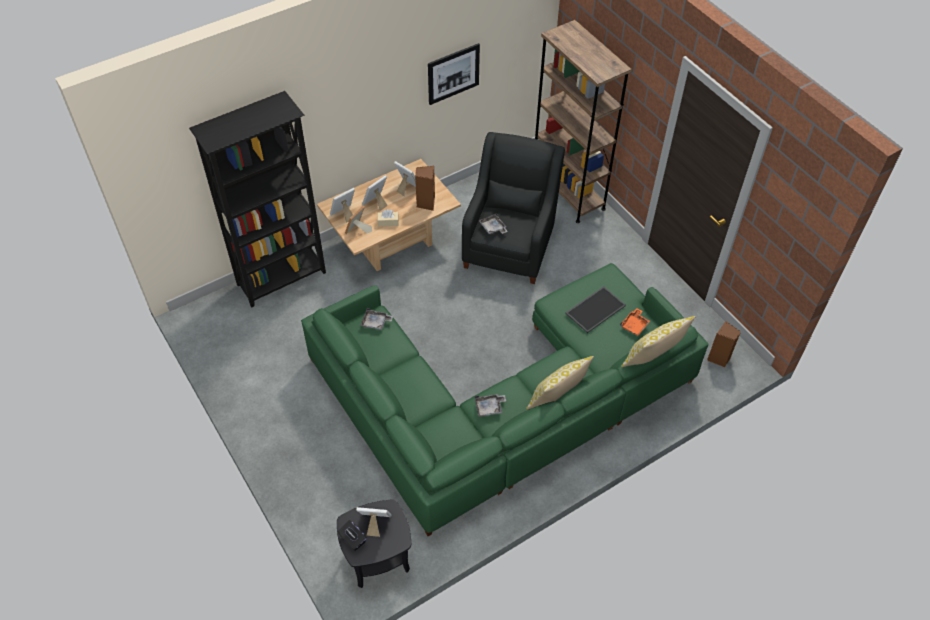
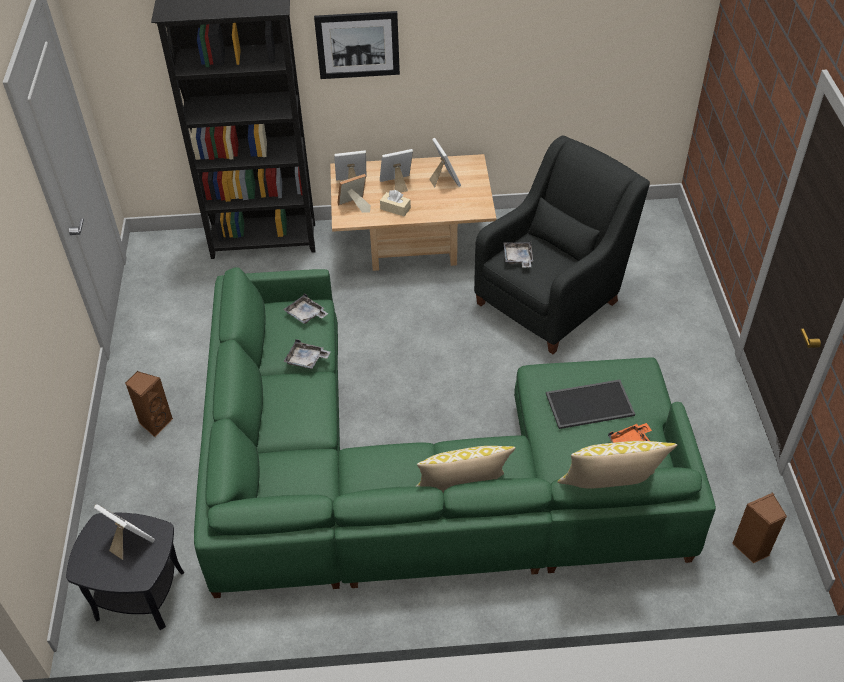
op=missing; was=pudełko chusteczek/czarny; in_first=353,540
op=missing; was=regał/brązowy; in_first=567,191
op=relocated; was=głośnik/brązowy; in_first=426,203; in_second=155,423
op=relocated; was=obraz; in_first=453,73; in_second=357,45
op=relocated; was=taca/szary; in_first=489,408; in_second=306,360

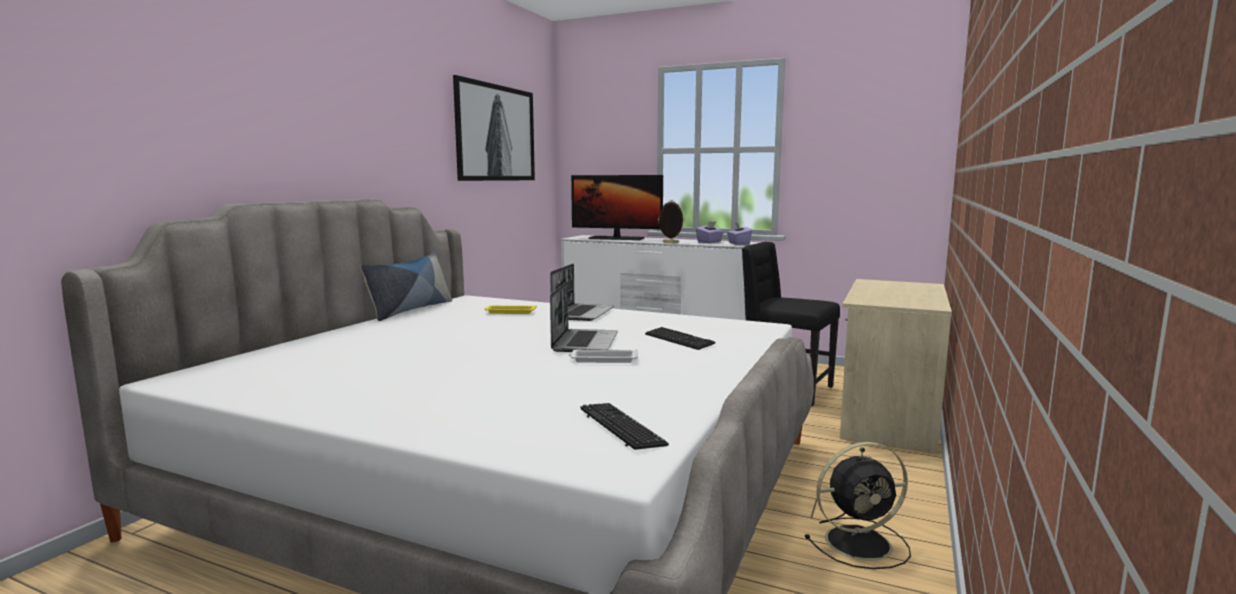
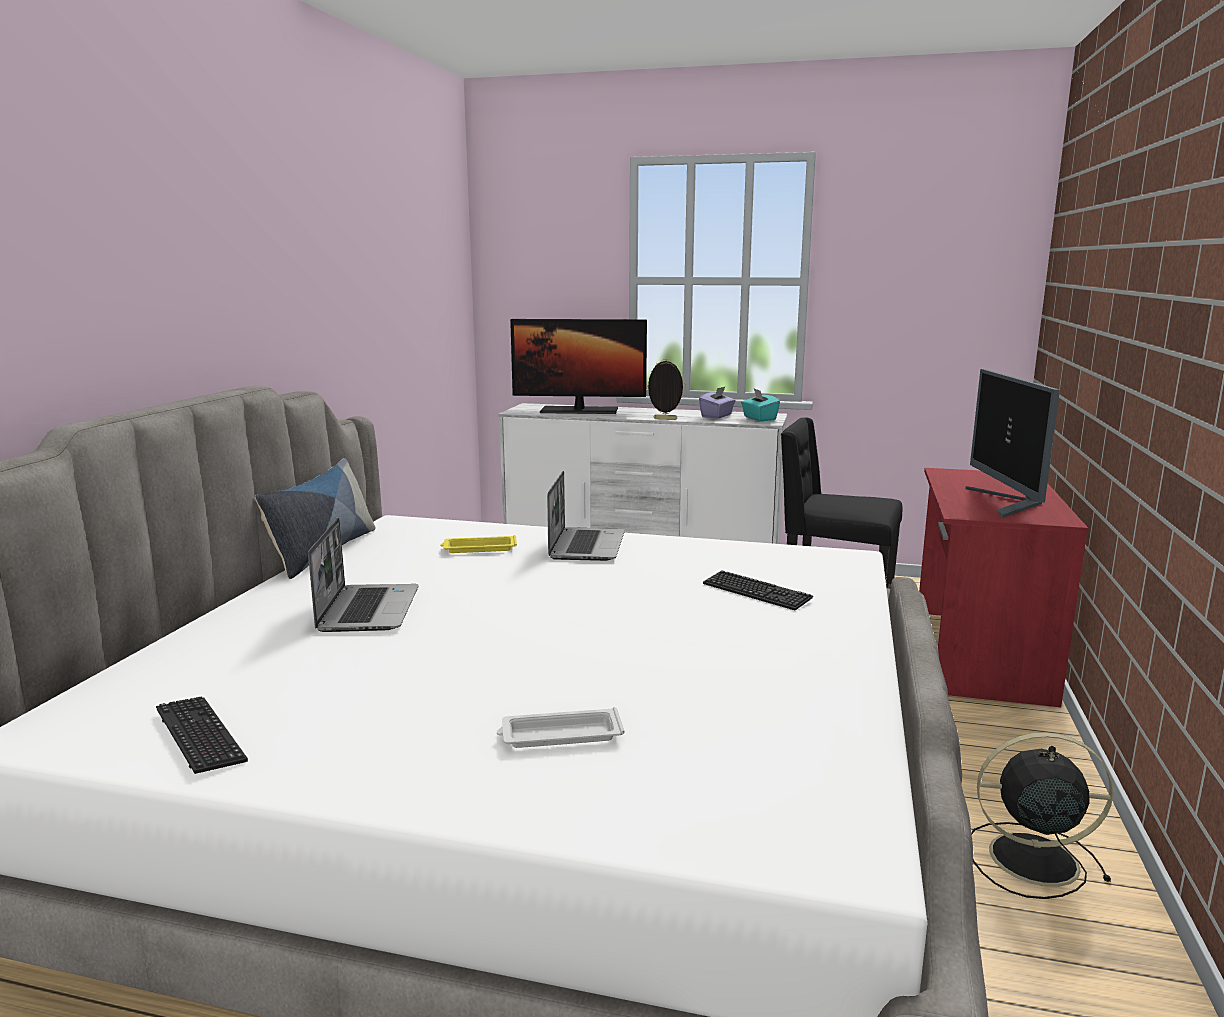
op=missing; was=obraz; in_first=495,133
op=appeared; now=monitor; in_second=1007,503
op=relocated; was=laptop; in_first=584,342; in_second=368,609
op=relocated; was=taca/biały; in_first=603,360; in_second=559,735
op=relocated; was=klawiatura; in_first=621,428; in_second=200,736
op=colour; was=pudełko chusteczek/fioletowy; now=pudełko chusteczek/turkusowy; in_first=738,244; in_second=759,419
op=colour; was=biurko/beżowy; now=biurko/czerwony; in_first=887,416; in_second=977,654
op=spun; was=wentylator/czarny; in_first=861,542; in_second=1029,859; clockwise=-150

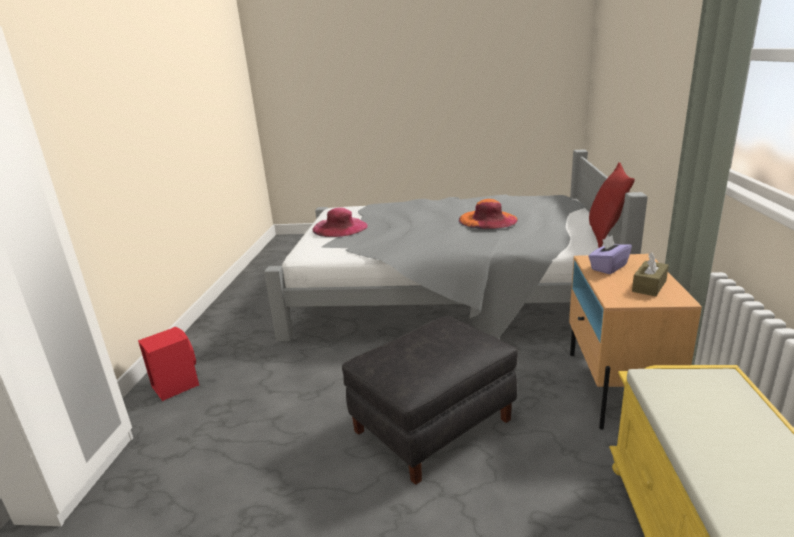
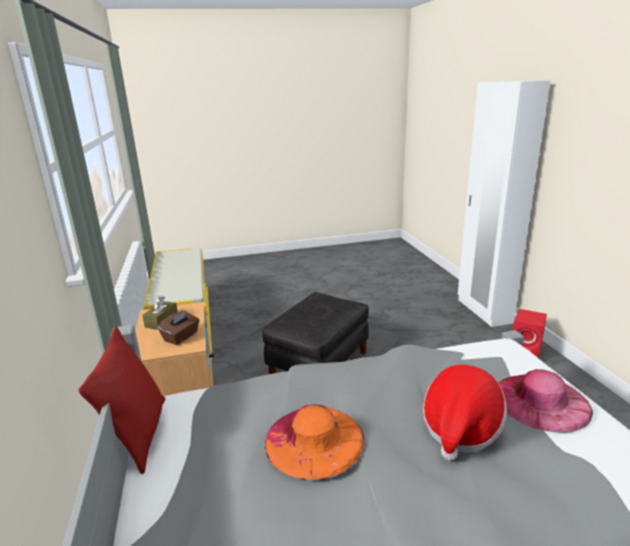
op=appeared; now=kapelusz; in_second=460,428
op=colour; was=pudełko chusteczek/fioletowy; now=pudełko chusteczek/brązowy; in_first=608,267; in_second=181,337

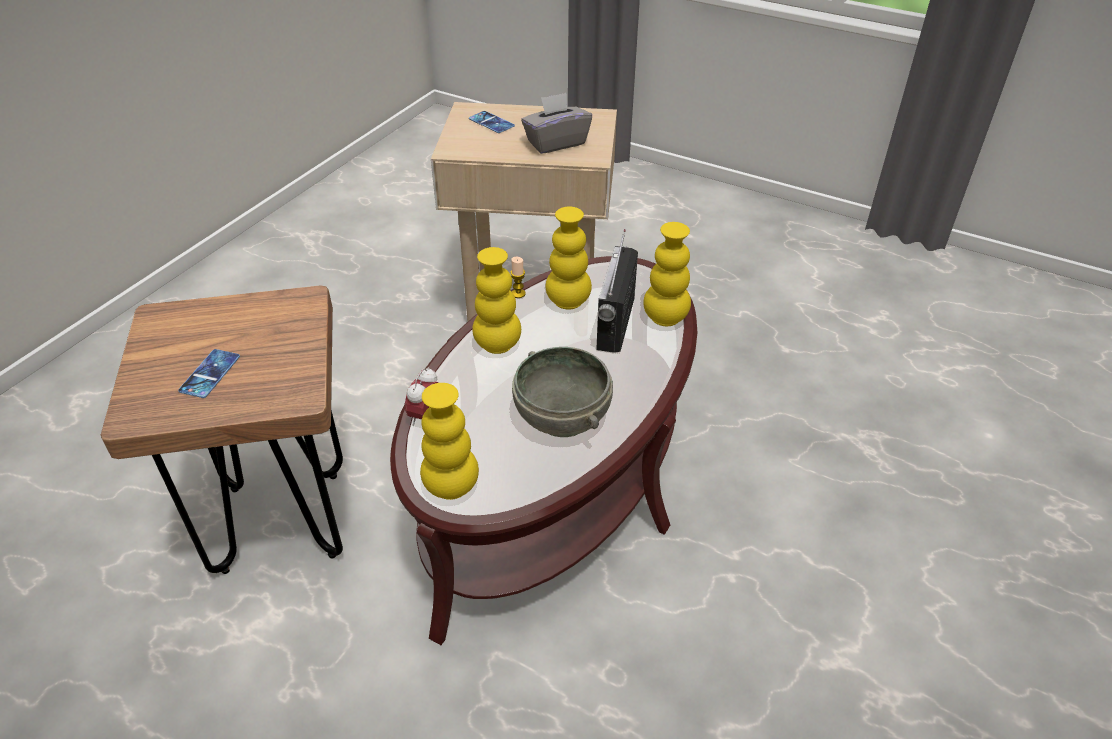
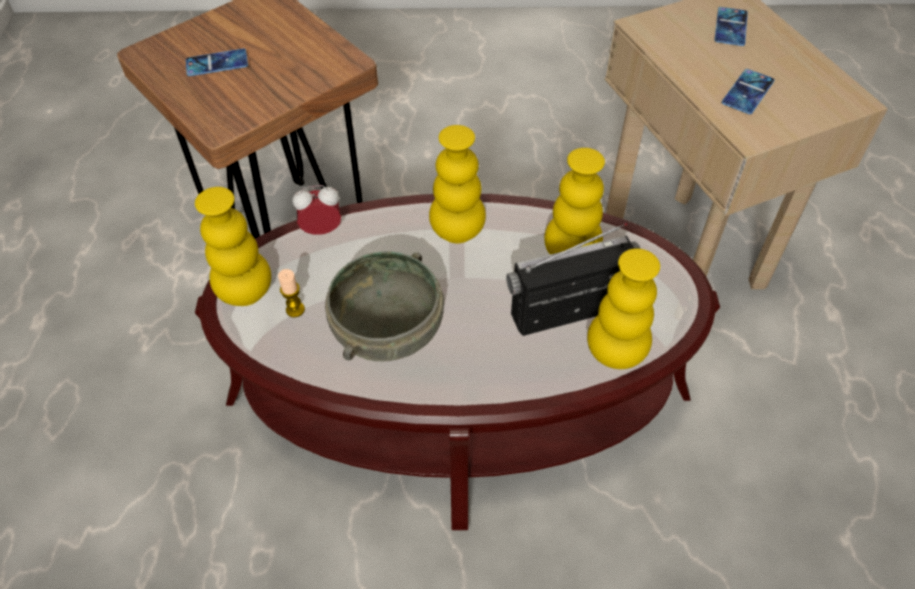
op=relocated; was=świeca; in_first=518,293; in_second=295,309
op=exchanged; was=pudełko chusteczek/szary; now=telefon; in_first=556,143; in_second=748,92

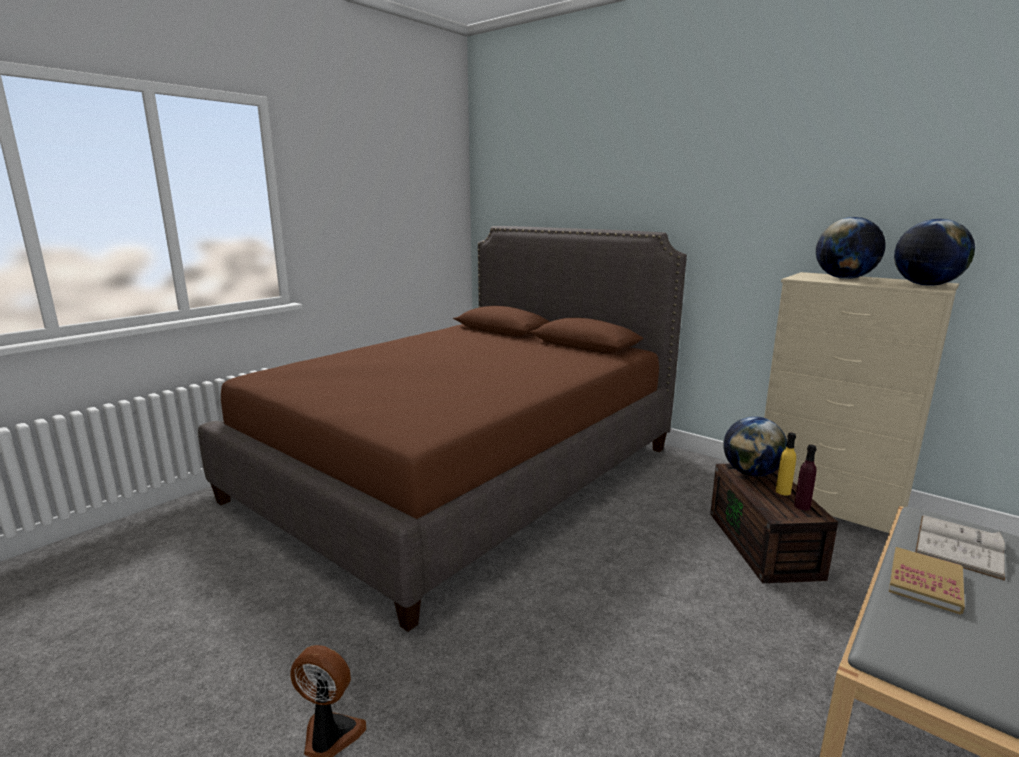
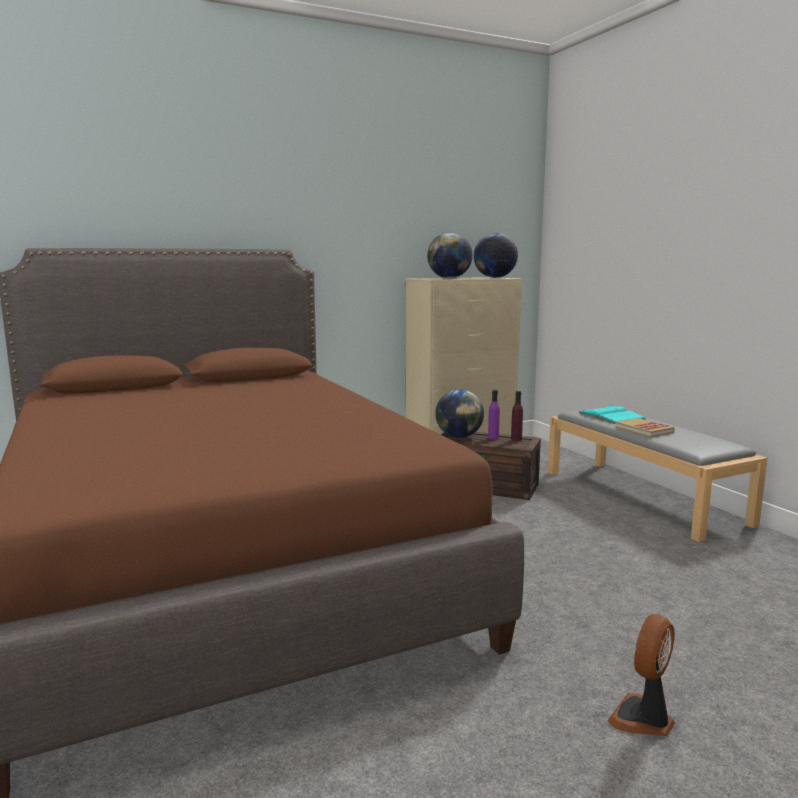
op=colour; was=butelka/żółty; now=butelka/fioletowy; in_first=783,492; in_second=493,437
op=colour; was=książka/biały; now=książka/turkusowy; in_first=959,545; in_second=611,416

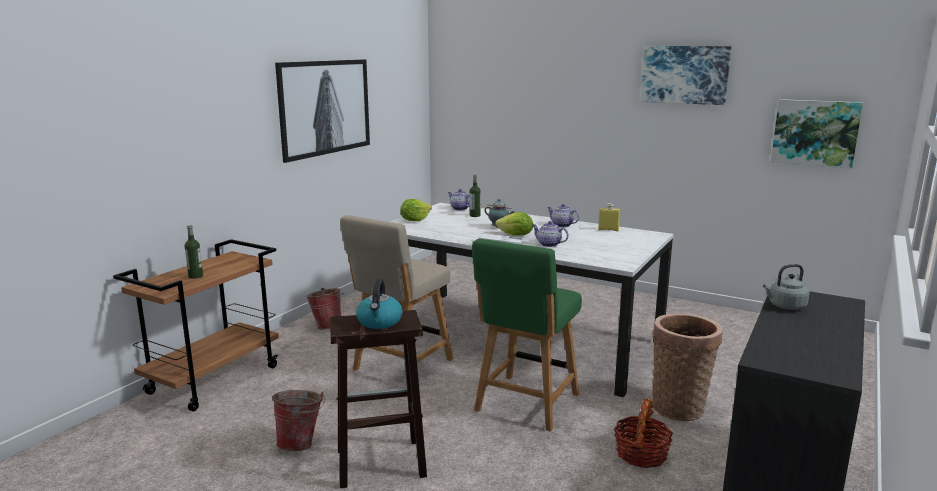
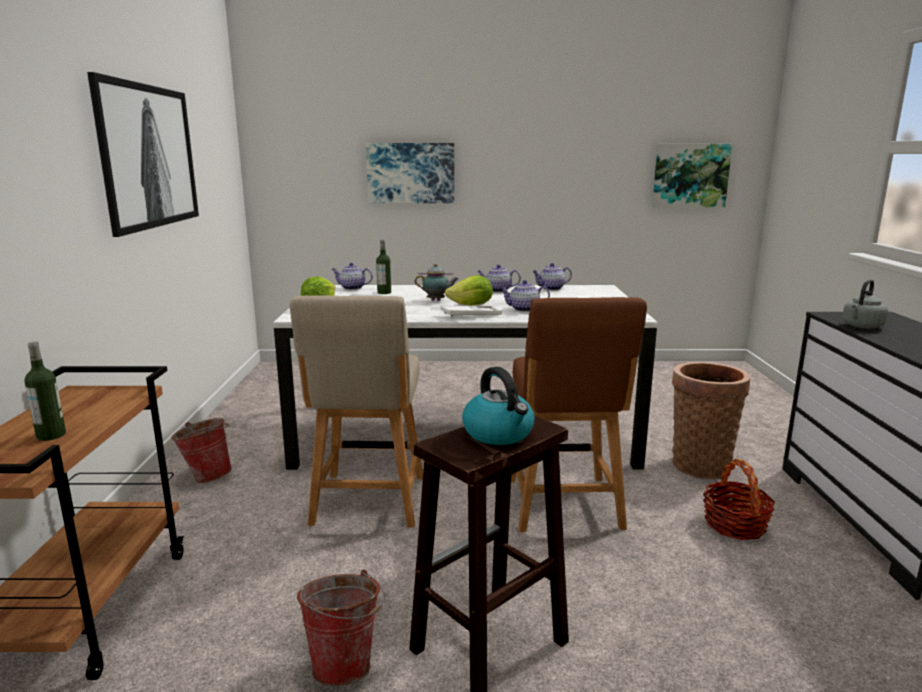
op=relocated; was=obraz; in_first=685,74; in_second=411,173
op=exchanged; was=butelka/żółty; now=imbryk; in_first=608,230; in_second=551,288
op=colour; was=krzesło/zielony; now=krzesło/brązowy; in_first=525,404; in_second=564,507

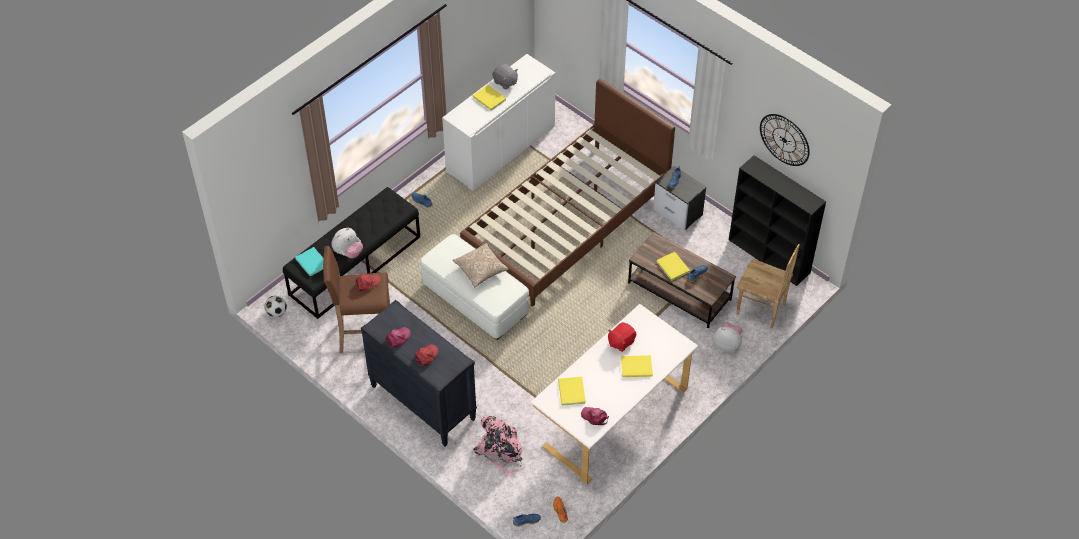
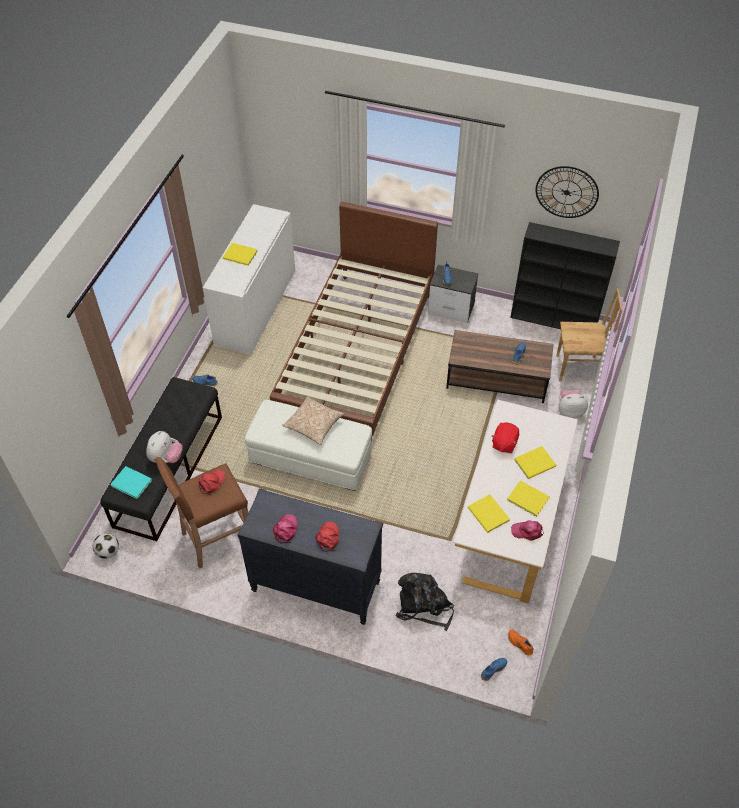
op=missing; was=pluszak/szary; in_first=505,82
op=relocated; was=książka/żółty; in_first=673,266; in_second=527,498
op=colour; was=plecak/różowy; now=plecak/czarny; in_first=500,451; in_second=424,605

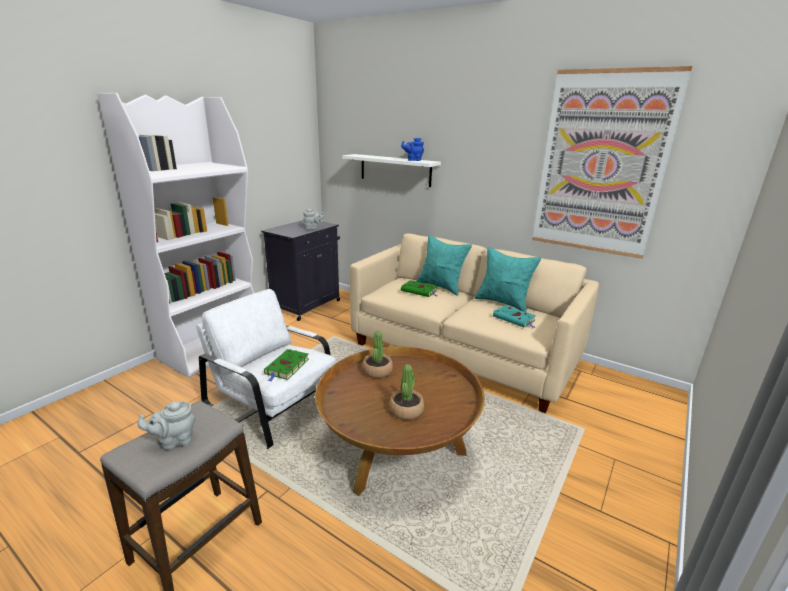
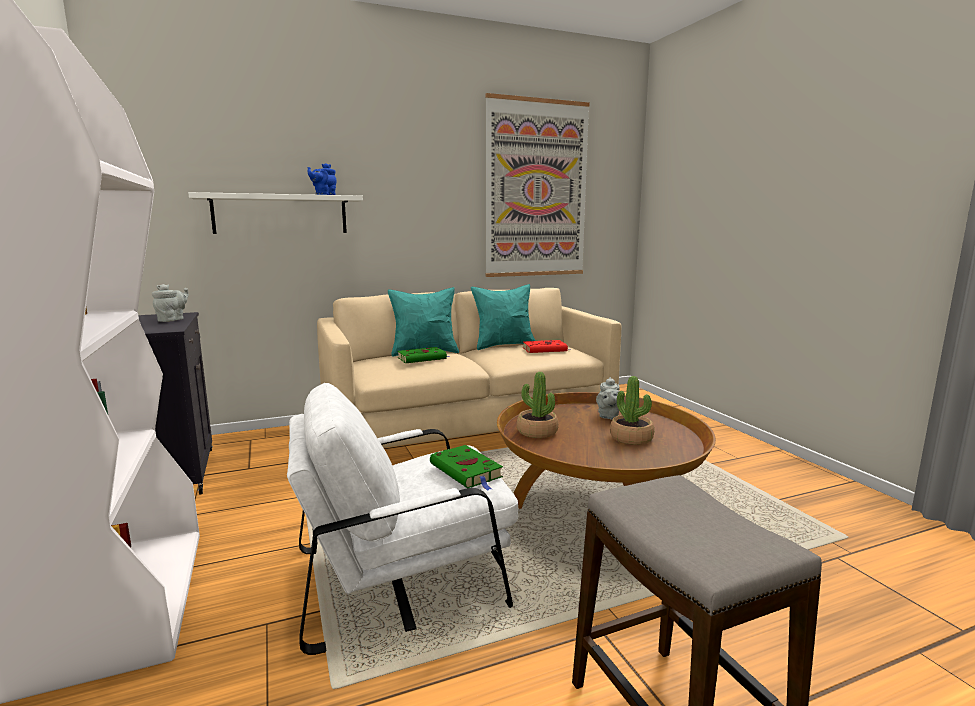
op=relocated; was=imbryk/szary; in_first=174,441; in_second=608,416
op=colour; was=książka/turkusowy; now=książka/czerwony; in_first=515,319; in_second=546,349

